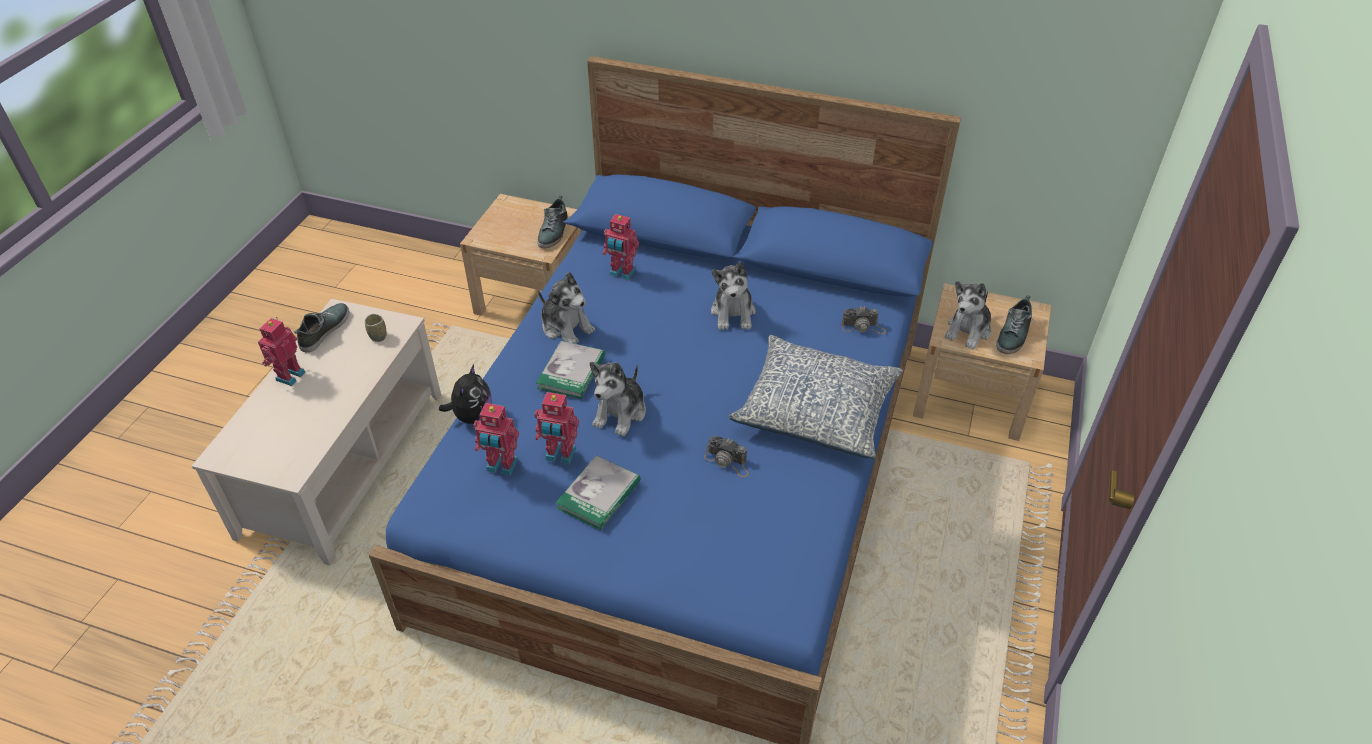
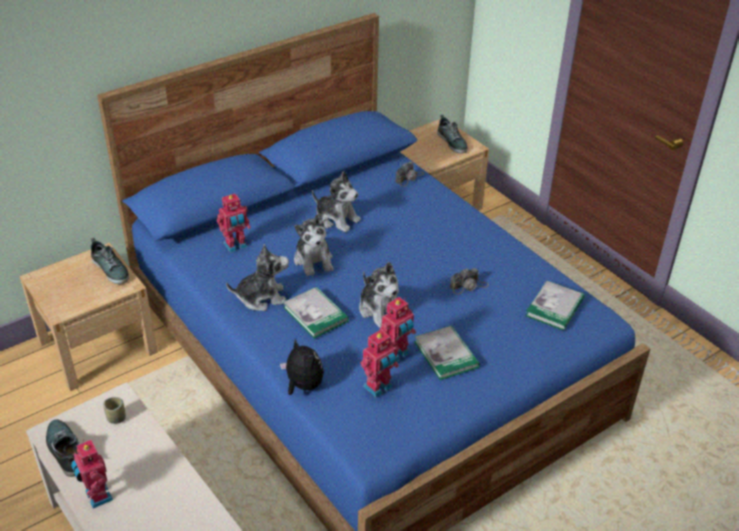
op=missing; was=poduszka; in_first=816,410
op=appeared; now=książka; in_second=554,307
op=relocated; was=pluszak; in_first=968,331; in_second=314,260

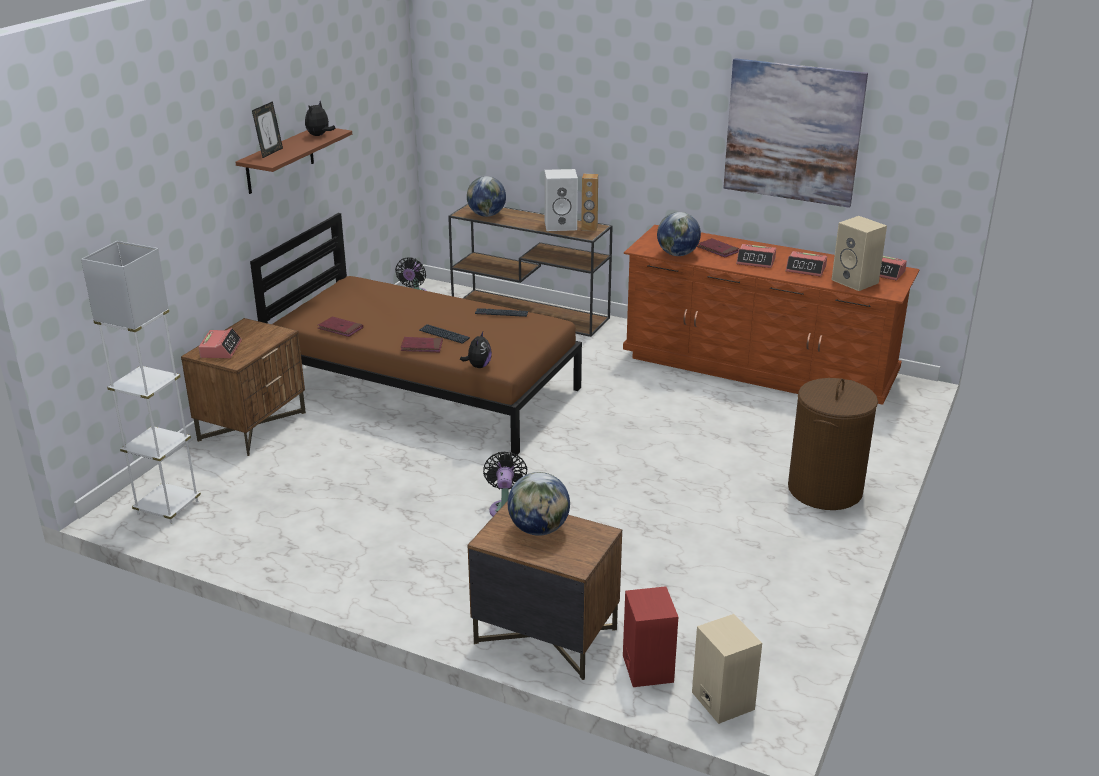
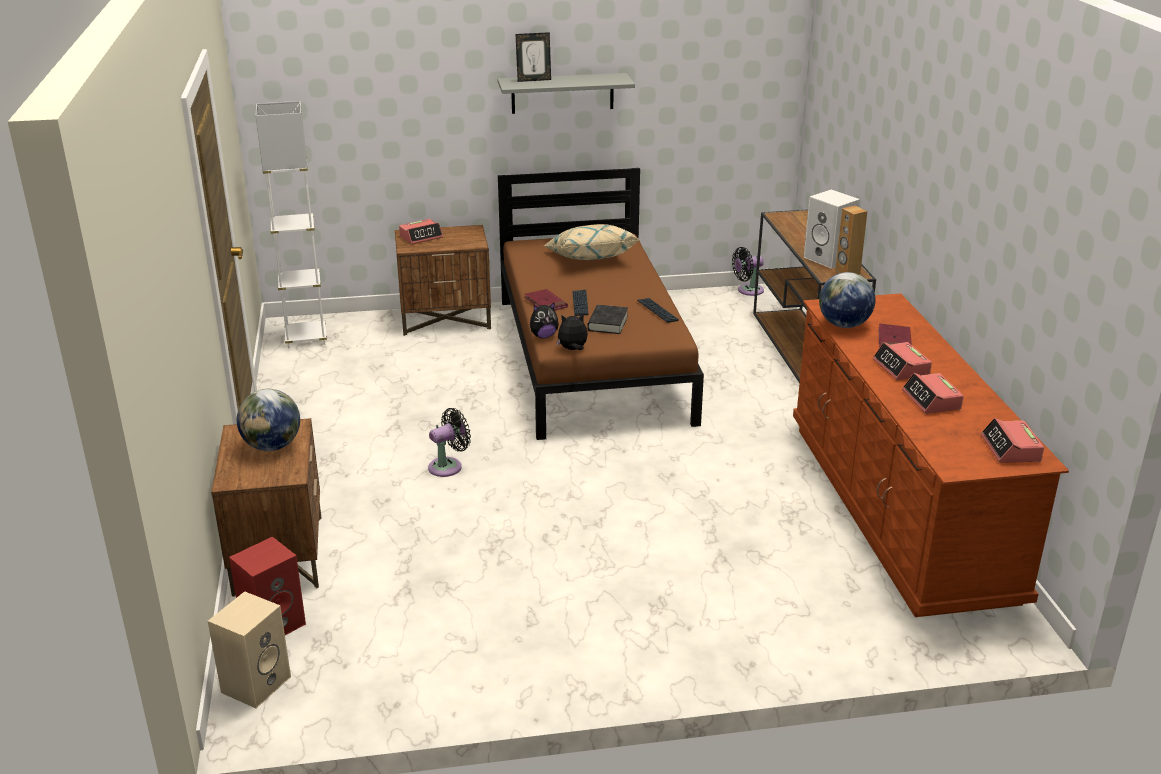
op=missing; was=książka/czerwony; in_first=340,329
op=missing; was=globus; in_first=486,215
op=missing; was=obraz; in_first=793,132
op=missing; was=kosz na pranie/brązowy; in_first=825,490
op=missing; was=głośnik/beżowy; in_first=856,281
op=appeared; now=poduszka/beżowy; in_second=589,259
op=appeared; now=książka/czarny; in_second=607,323
op=relocated; was=pluszak; in_first=319,135; in_second=572,349
op=colour; was=półka/brązowy; now=półka/szary; in_first=280,160; in_second=562,93

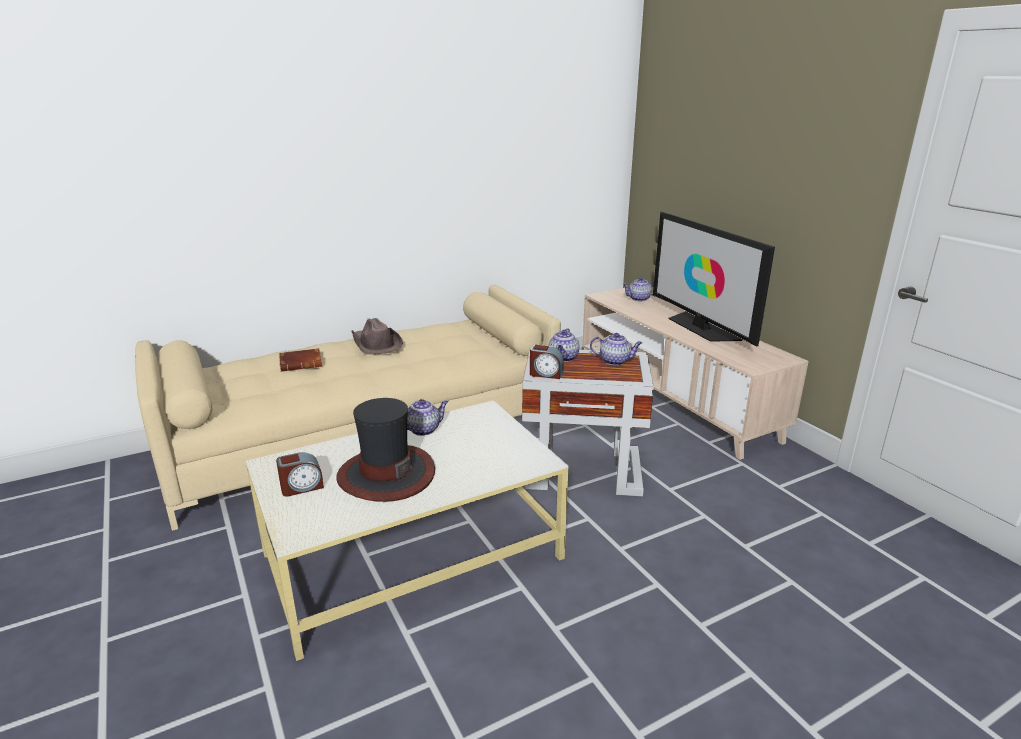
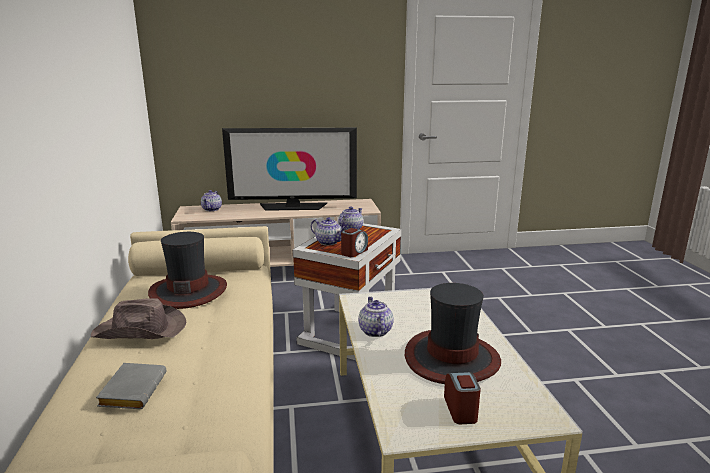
op=appeared; now=kapelusz; in_second=188,291
op=colour; was=książka/brązowy; now=książka/szary; in_first=302,363; in_second=132,390

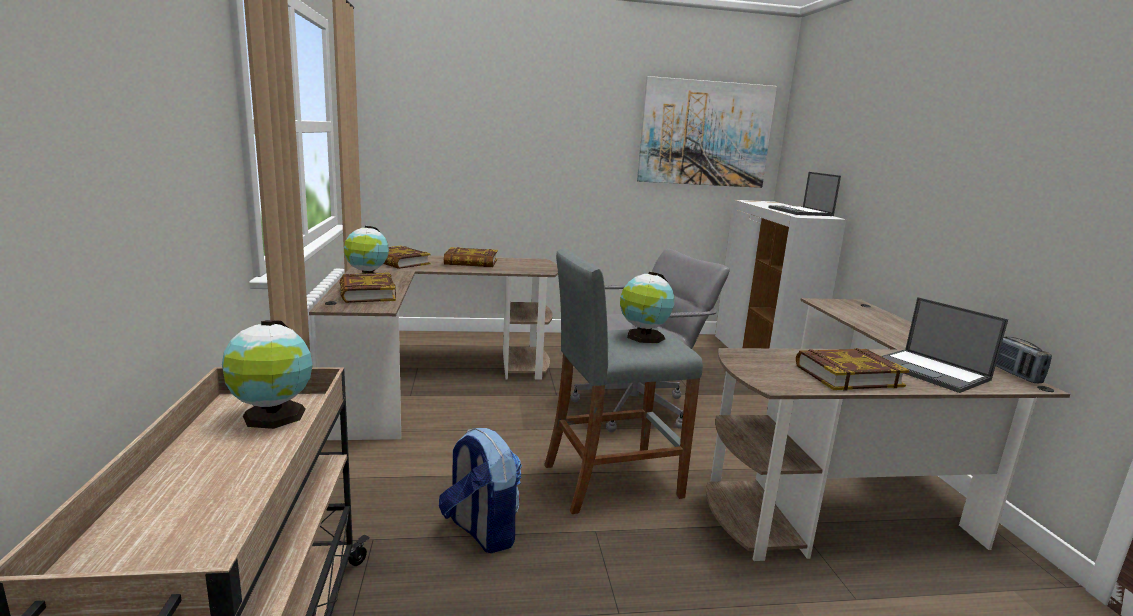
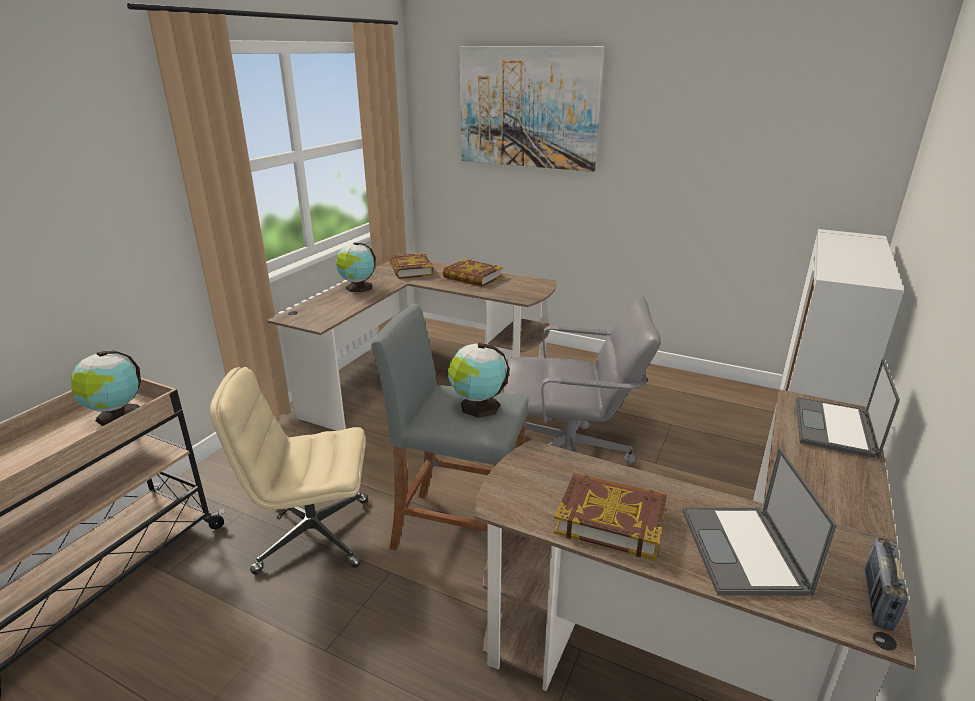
op=missing; was=książka; in_first=366,293
op=relocated; was=obraz; in_first=705,134; in_second=528,108
op=relocated; was=laptop; in_first=800,212; in_second=835,428
op=exchanged; was=plecak; now=krzesło biurowe/beżowy; in_first=481,531; in_second=312,535

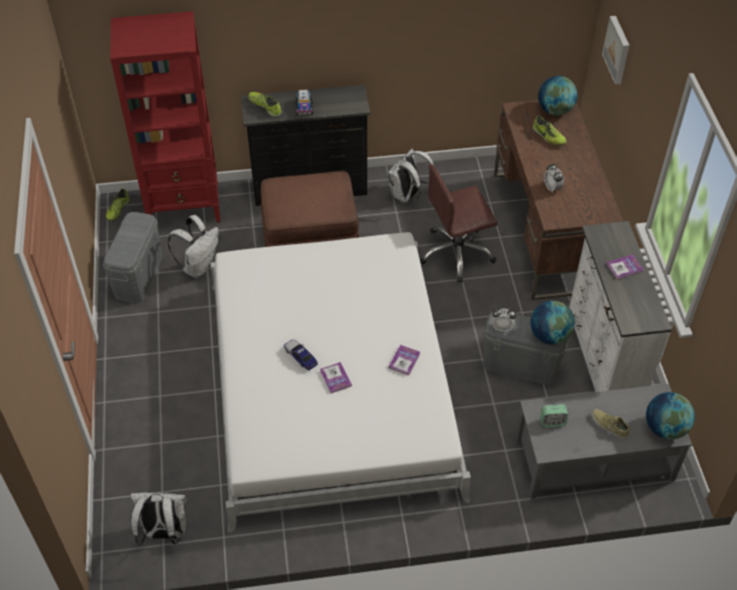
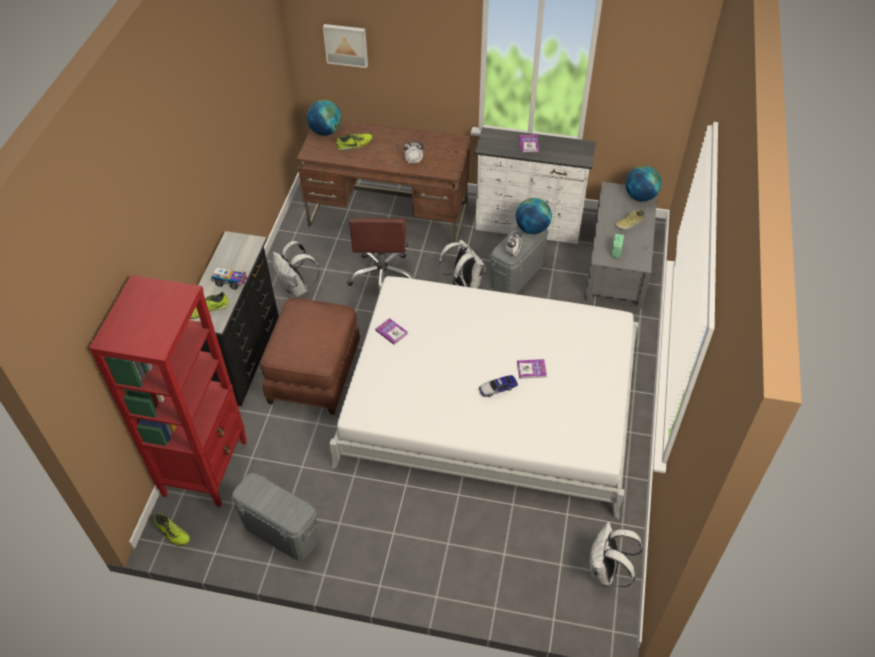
op=relocated; was=plecak/biały; in_first=199,266; in_second=463,284
op=relocated; was=książka; in_first=404,360; in_second=391,332

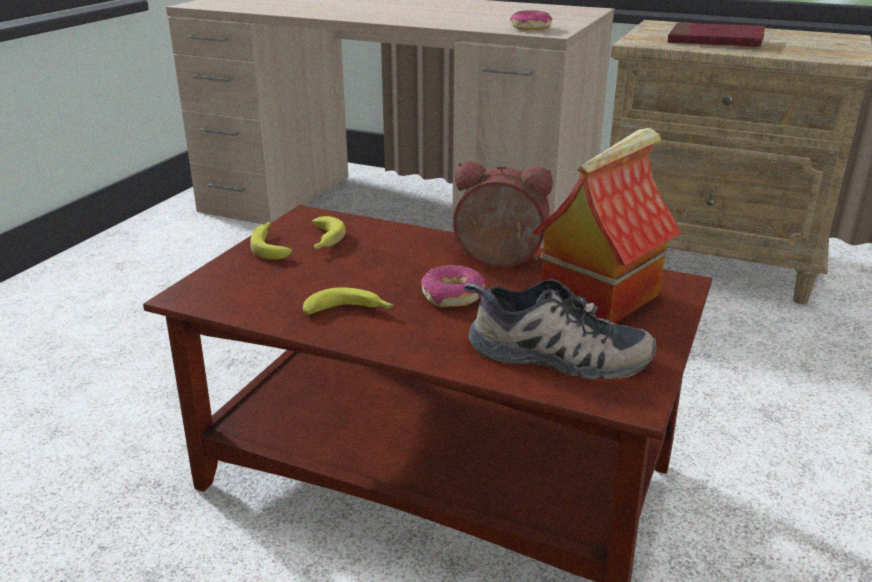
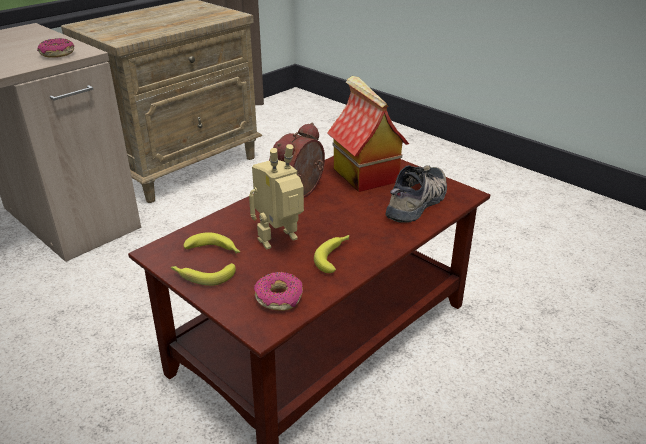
op=missing; was=książka/czerwony; in_first=715,41
op=appeared; now=robot zabawkowy; in_second=280,242
op=relocated; was=donut; in_first=453,296; in_second=279,297

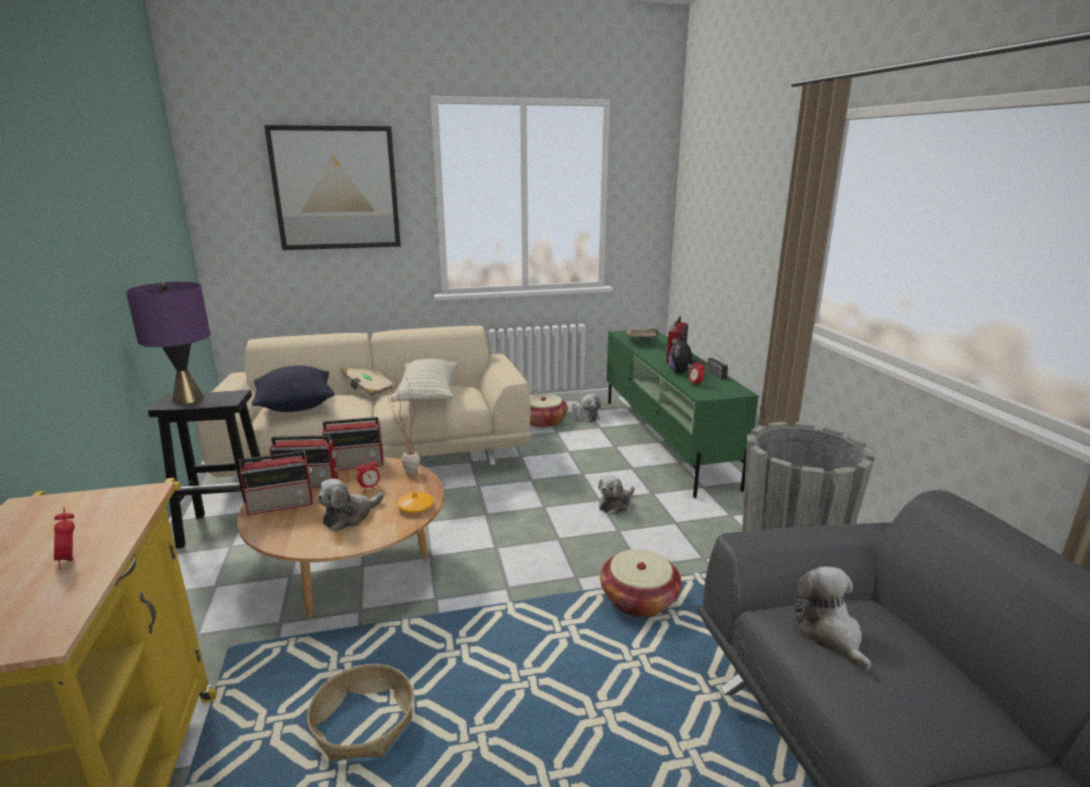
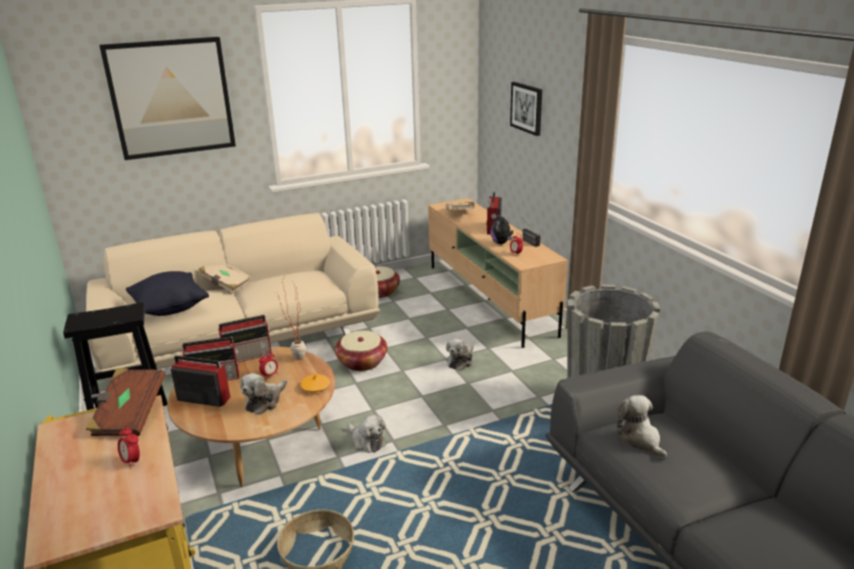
op=missing; was=lampa stołowa/fioletowy; in_first=187,399
op=missing; was=poduszka; in_first=428,395
op=appeared; now=książka/brązowy; in_second=129,415
op=appeared; now=obraz; in_second=527,108
op=relocated; was=pluszak; in_first=585,416; in_second=366,441
op=relocated; was=koszyk; in_first=639,599; in_second=362,362
op=colour; was=szafka pod telewizor/zielony; now=szafka pod telewizor/beżowy; in_first=665,441; in_second=489,299
op=spun; was=radio; in_first=282,504; in_second=202,398; clockwise=-135

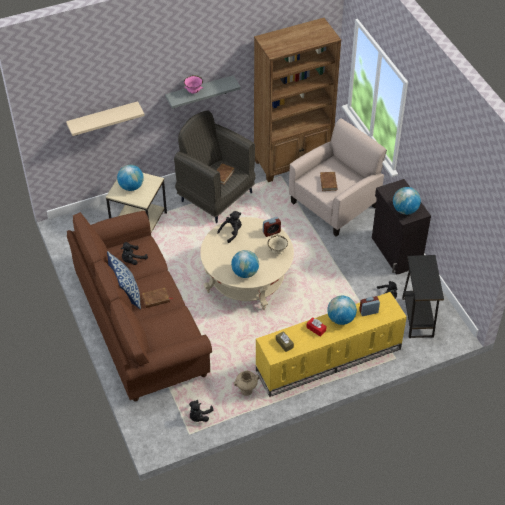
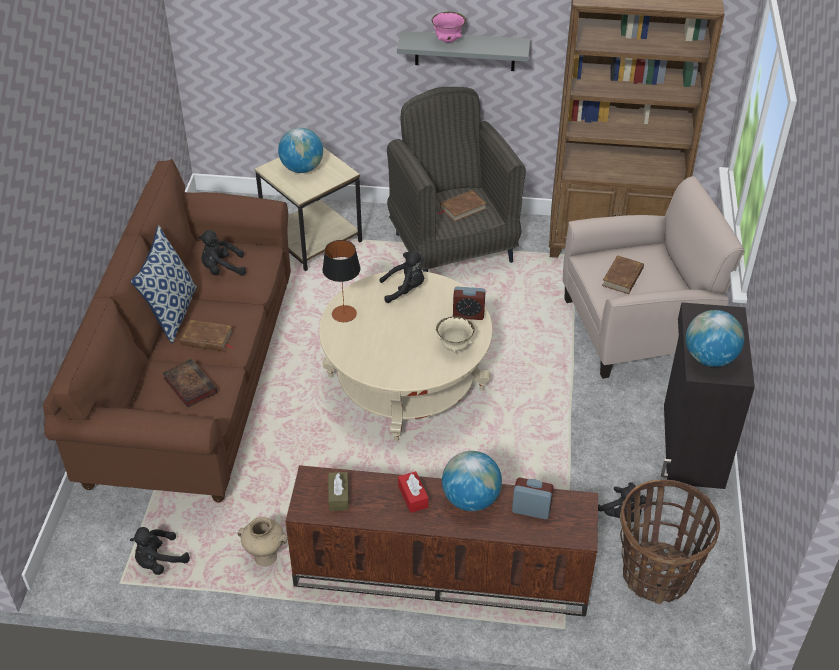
op=missing; was=półka/beżowy; in_first=103,119
op=missing; was=globus; in_first=245,273
op=appeared; now=książka; in_second=189,385
op=appeared; now=lampa stołowa; in_second=344,313
op=exchanged; was=stolik/czarny; now=koszyk; in_first=417,317; in_second=657,574
op=colour; was=szafka pod telewizor/żółty; now=szafka pod telewizor/brązowy; in_first=328,361; in_second=439,574

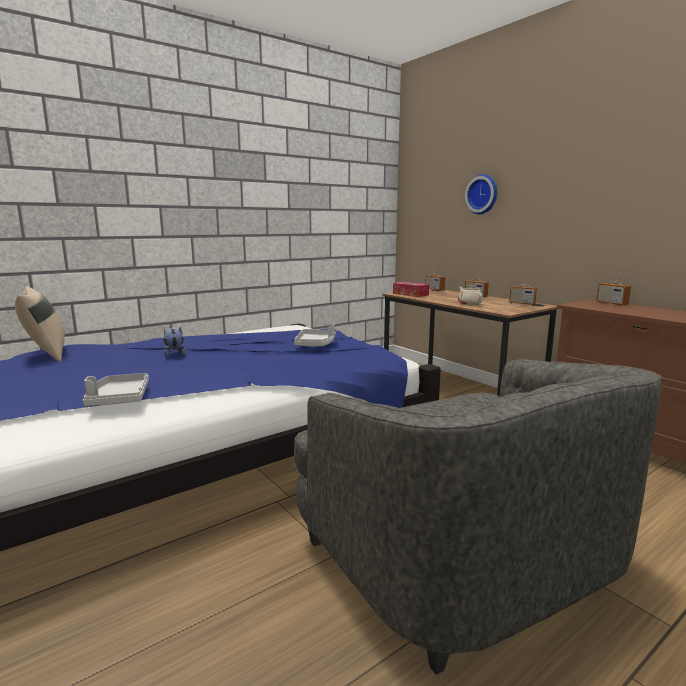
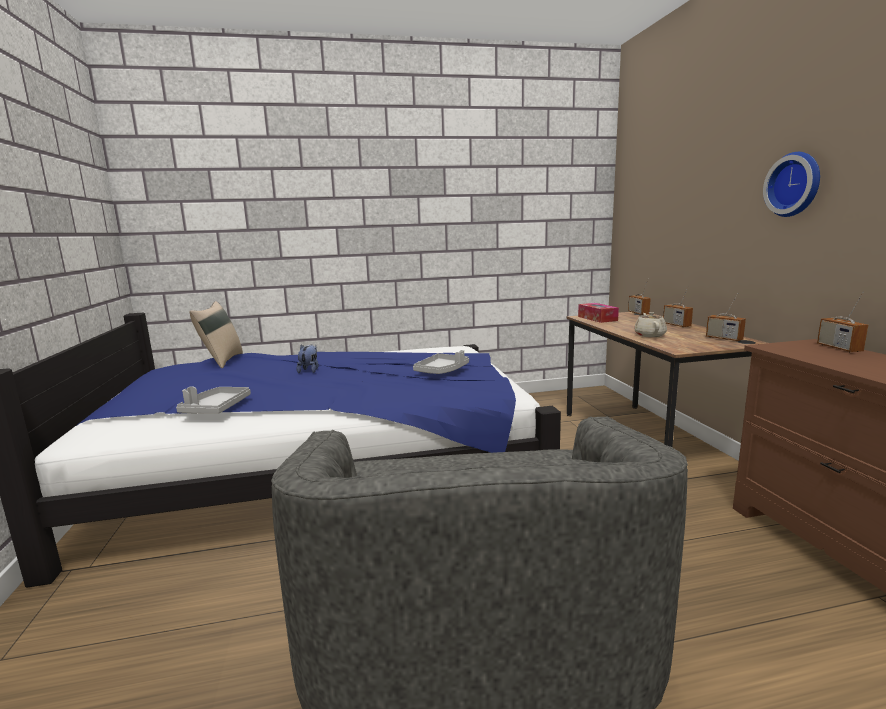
op=relocated; was=zegar ścienny; in_first=483,194; in_second=795,184

